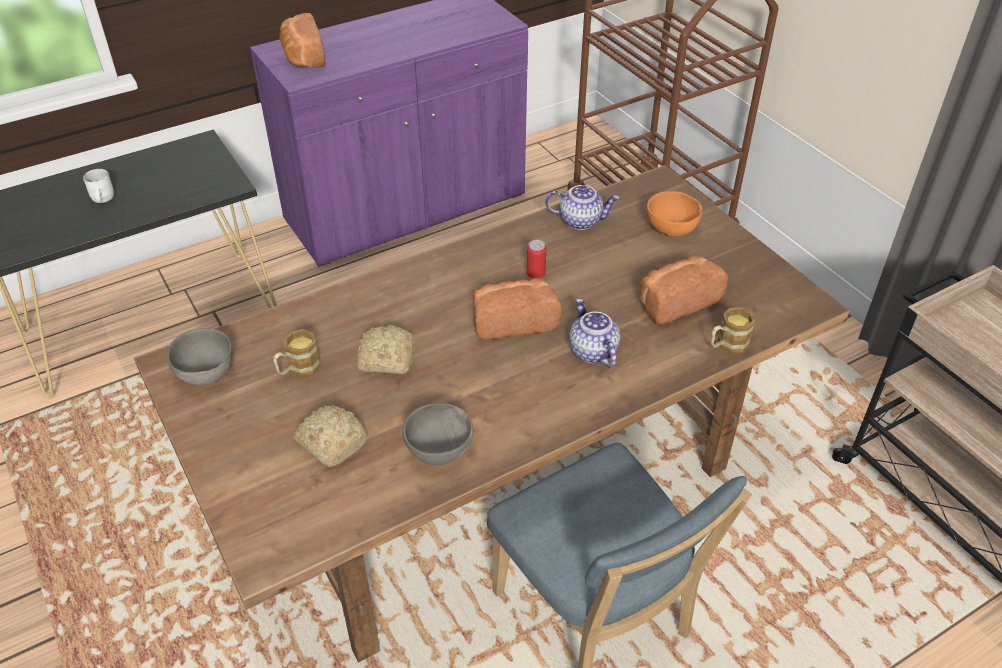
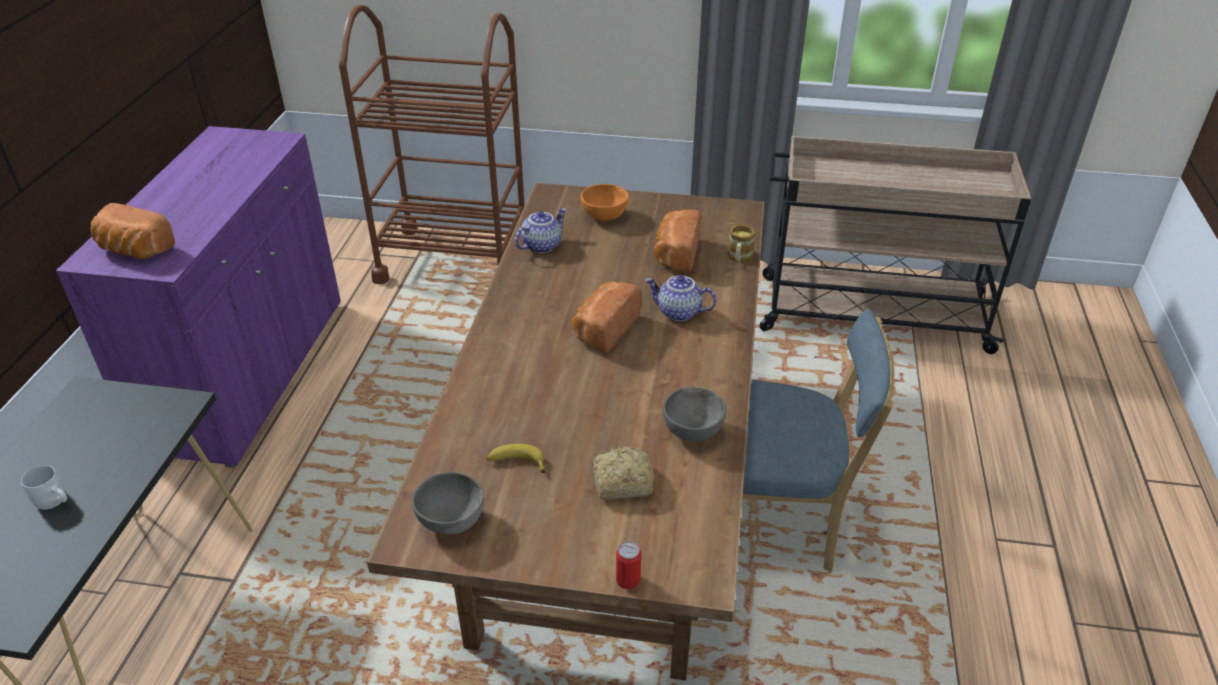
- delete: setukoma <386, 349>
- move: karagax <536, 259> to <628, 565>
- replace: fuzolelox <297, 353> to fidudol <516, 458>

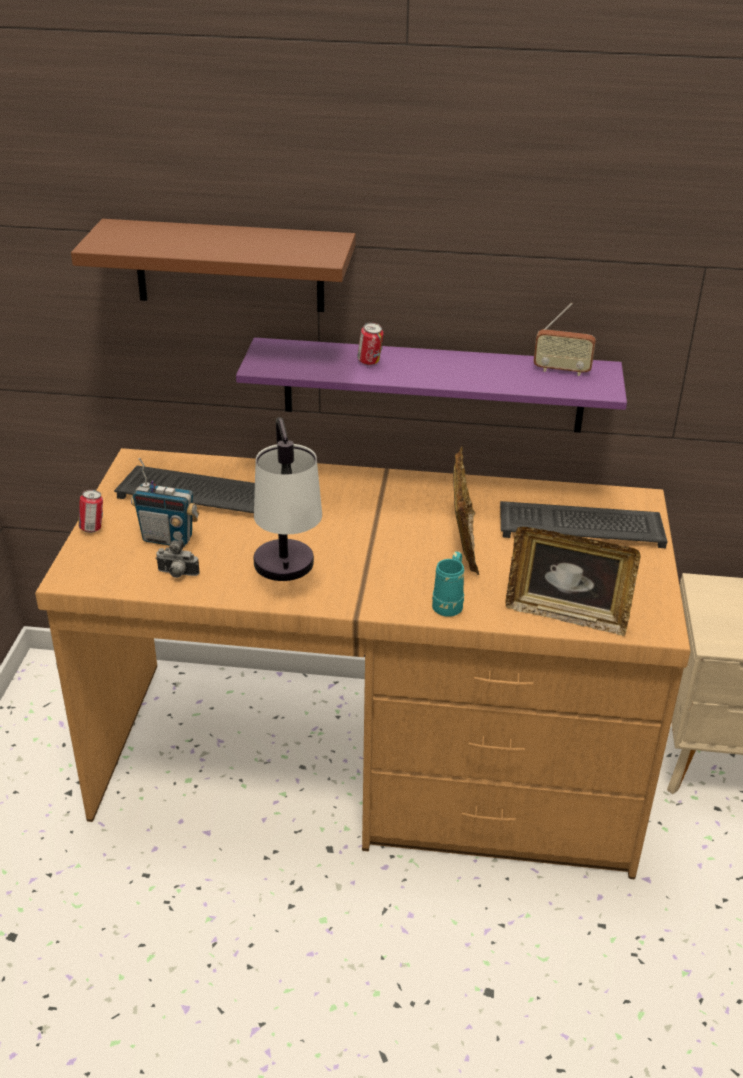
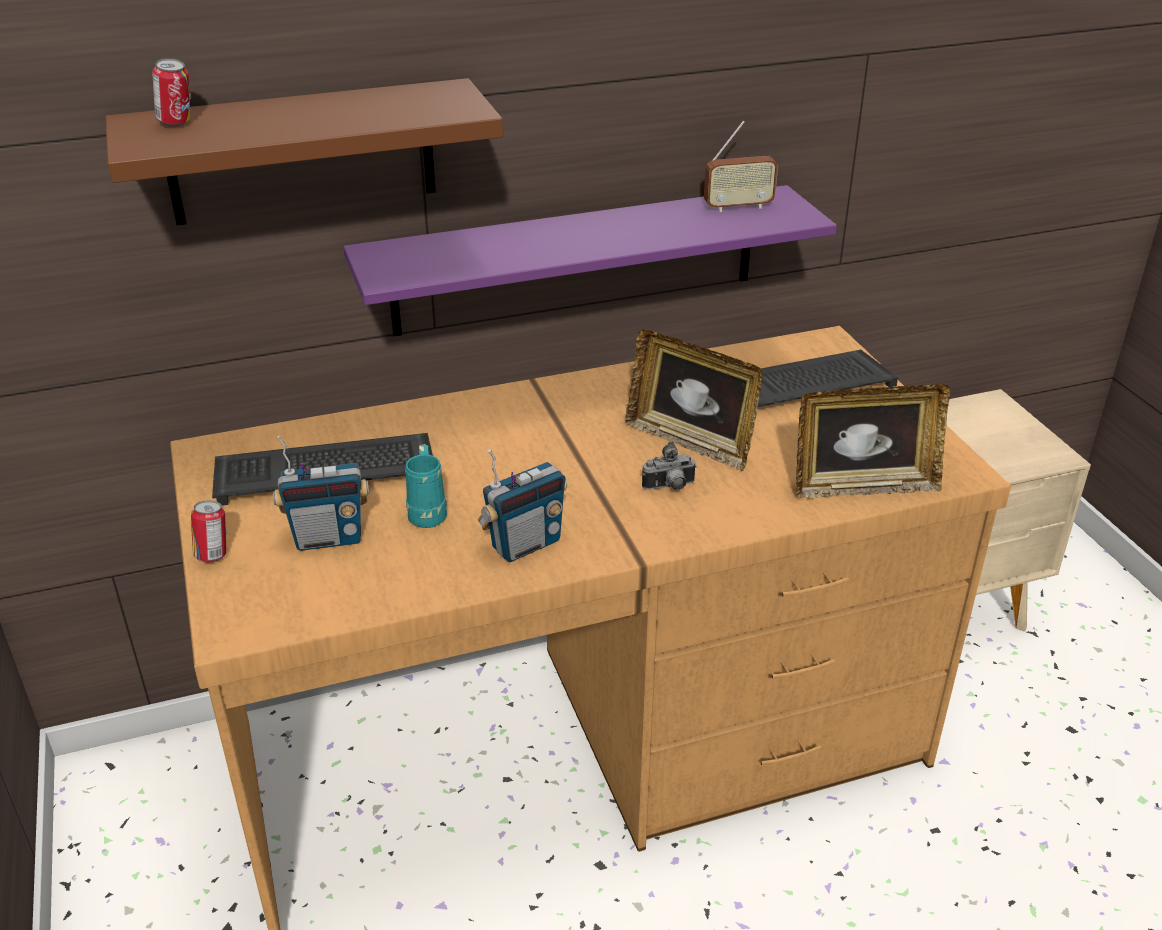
- move: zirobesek <177, 558> to <669, 466>
- move: karagax <370, 343> to <171, 92>
- move: fuzolelox (turquoise) <448, 584> to <426, 486>
- replace: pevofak <288, 499> to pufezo <522, 505>
- rotate: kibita <466, 510> = <694, 400> 150 degrees clockwise

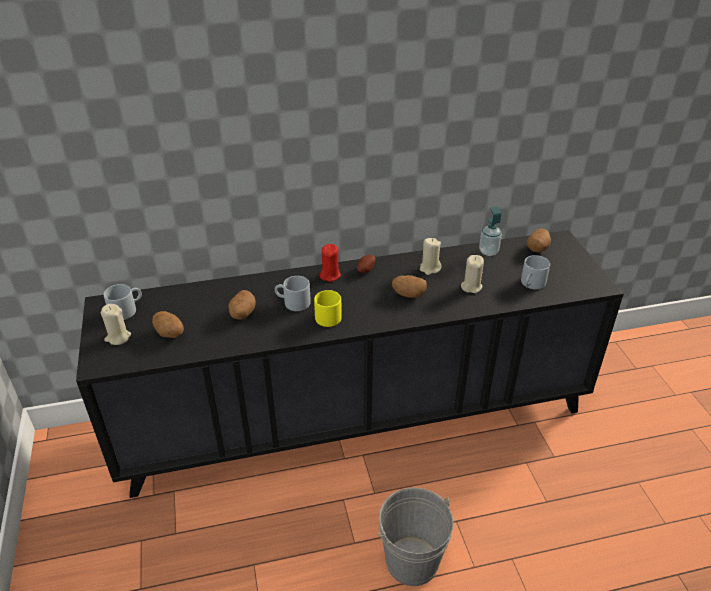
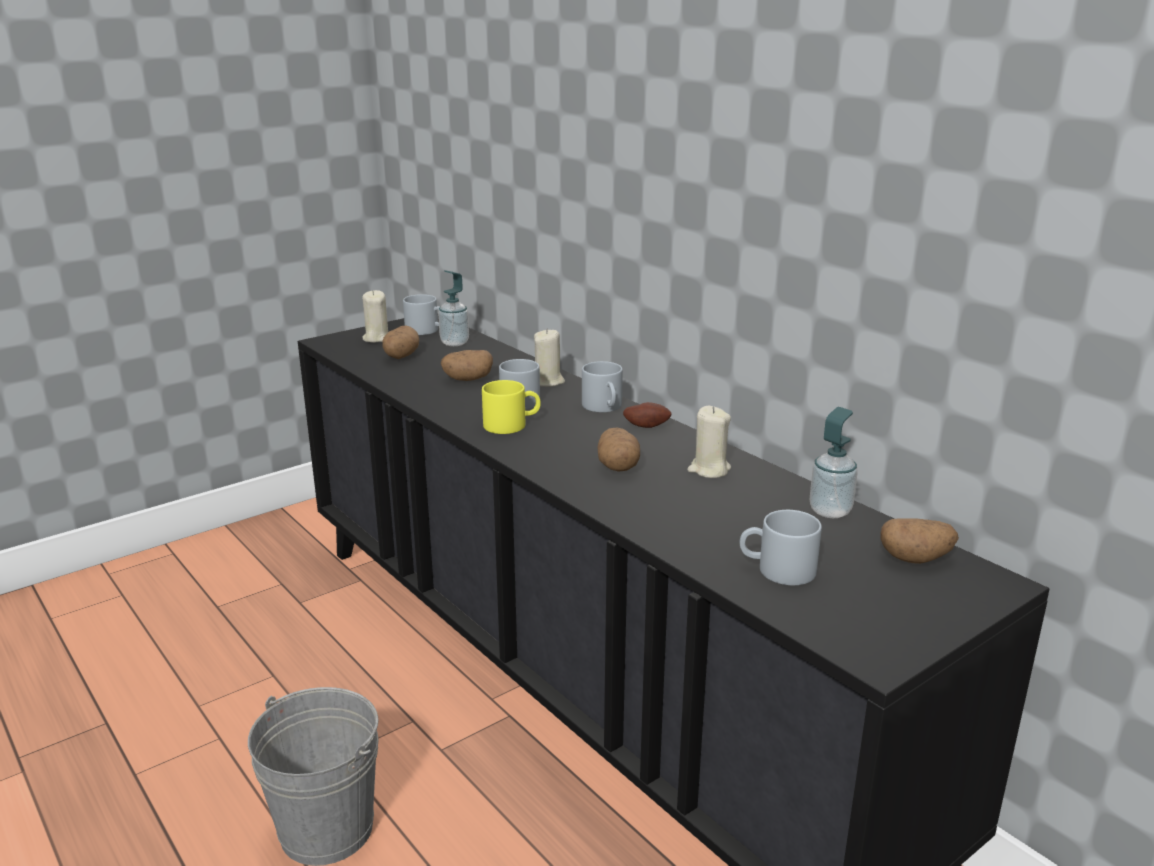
- insert: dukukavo <453, 308>
- move: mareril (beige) <472, 274> to <549, 357>
- replace: mareril (red) <330, 263> to fuzolelox (grey) <602, 386>

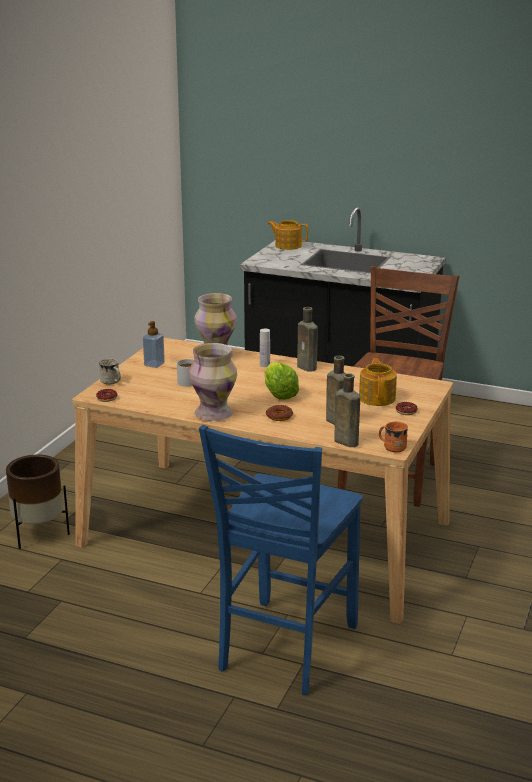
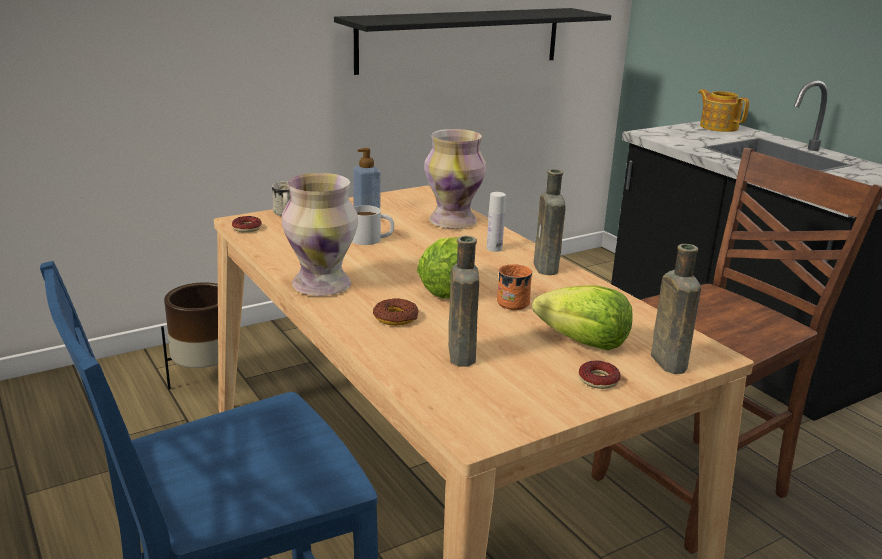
- insert: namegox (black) <472, 41>
- move: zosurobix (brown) <347, 410> to <676, 309>
- move: fuzolelox (orange) <393, 437> to <514, 287>
- replace: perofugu <378, 382> to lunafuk <582, 317>

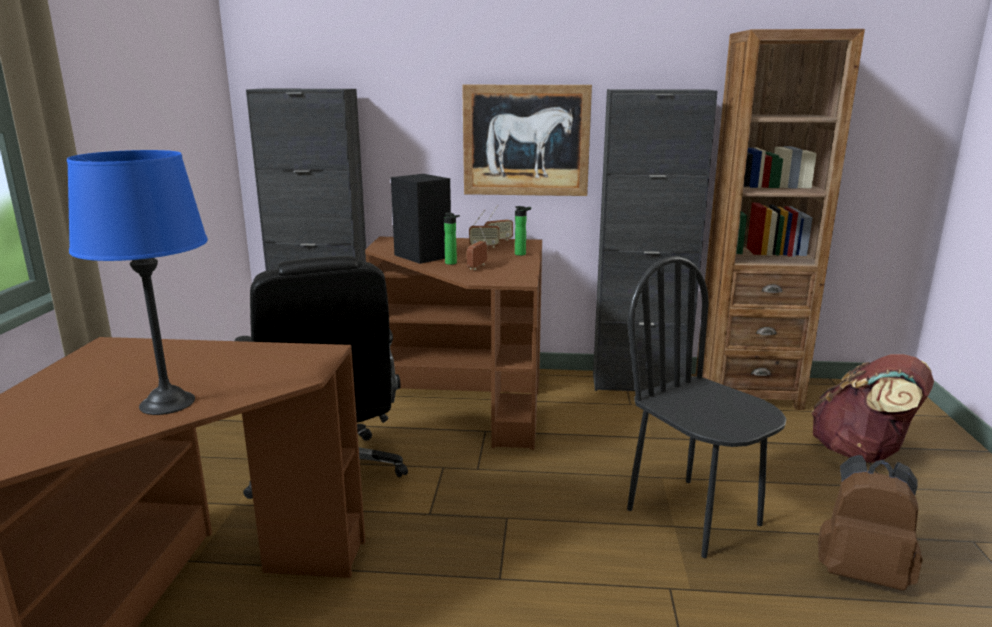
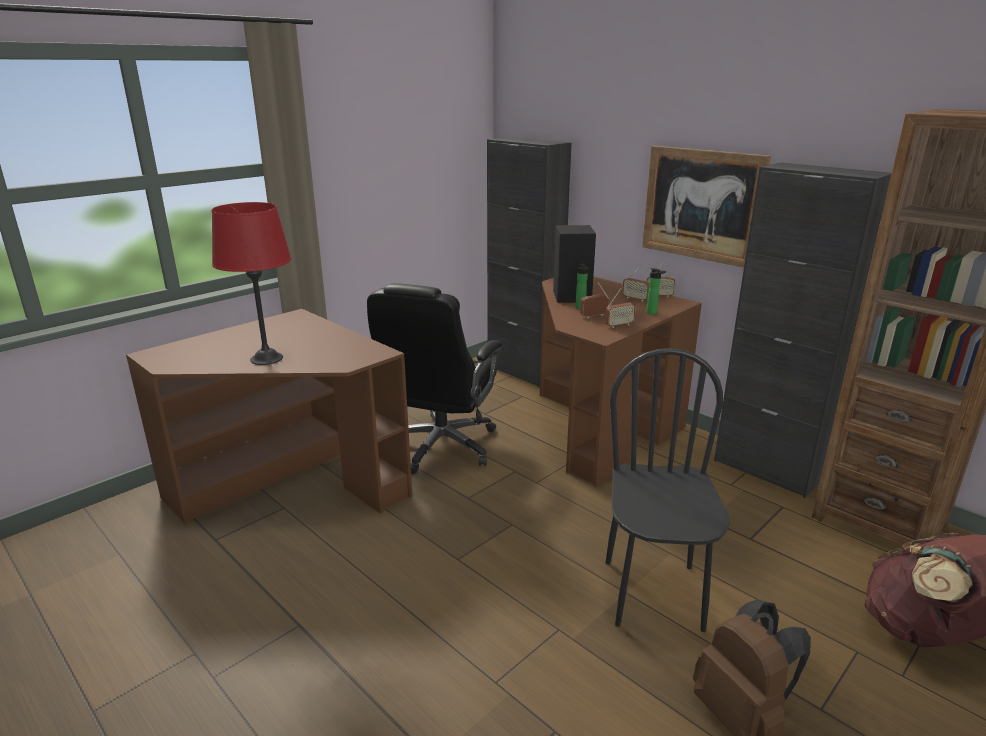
- insert: pufezo <620, 308>
- recolor: pevofak (blue) <137, 282> to pevofak (red) <251, 283>

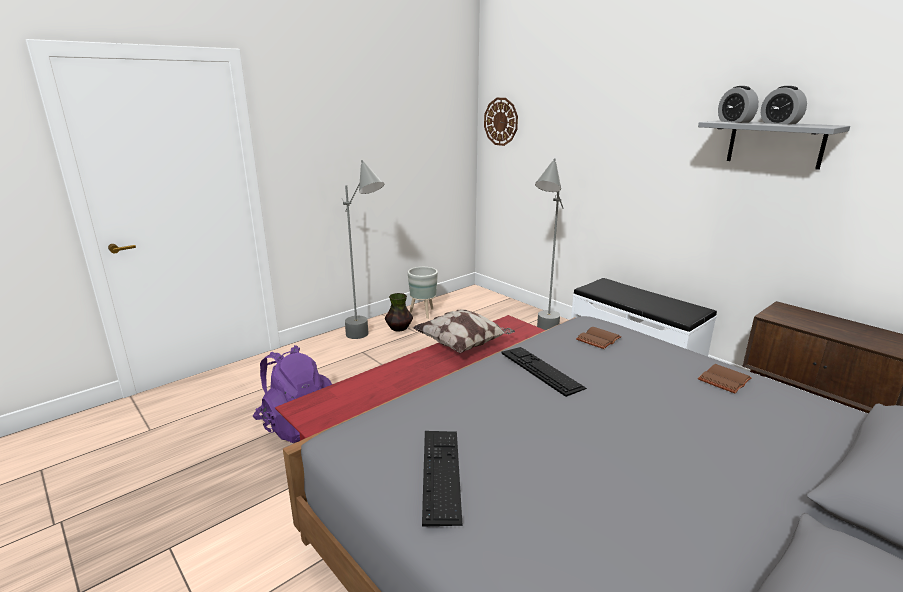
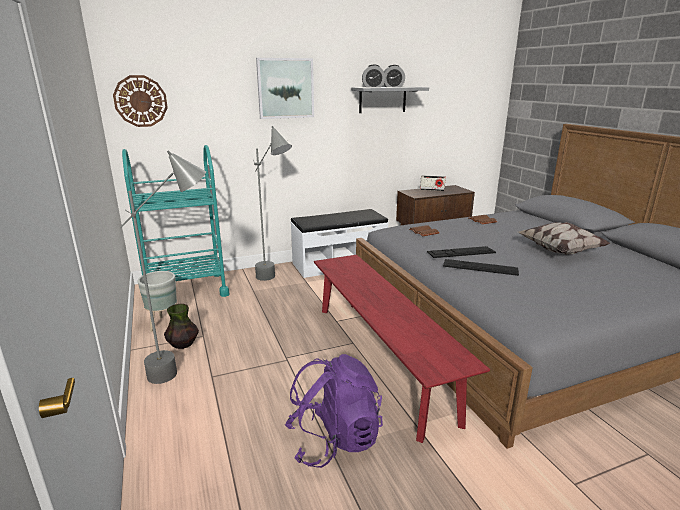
- insert: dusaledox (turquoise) <175, 226>
- insert: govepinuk <285, 88>
- insert: pufezo <433, 183>
- move: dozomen <464, 331> to <564, 238>
- move: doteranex <442, 479> to <481, 267>

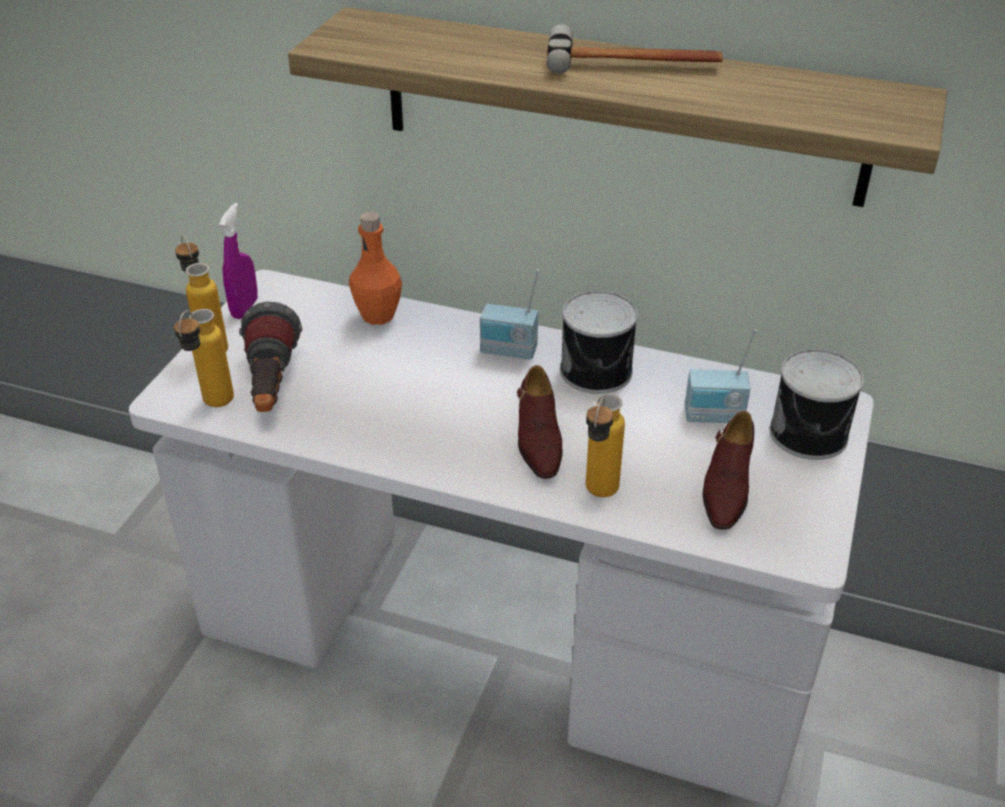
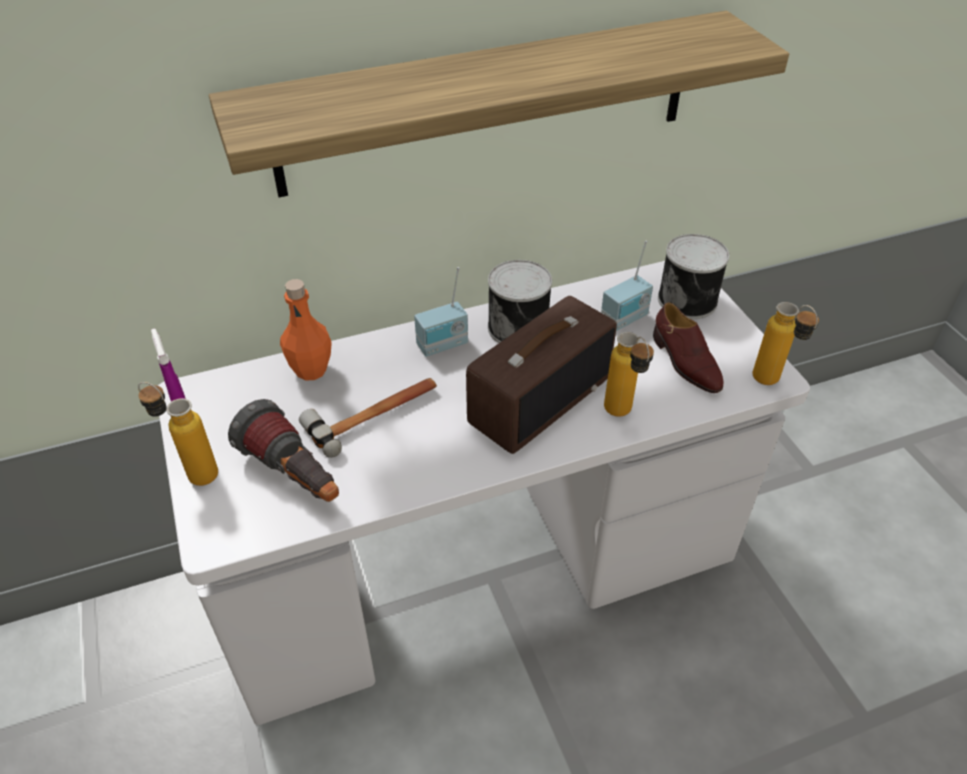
- move: zosurobix <204, 358> to <786, 343>
- move: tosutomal <635, 49> to <368, 418>
- replace: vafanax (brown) <540, 422> to pufezo <541, 375>

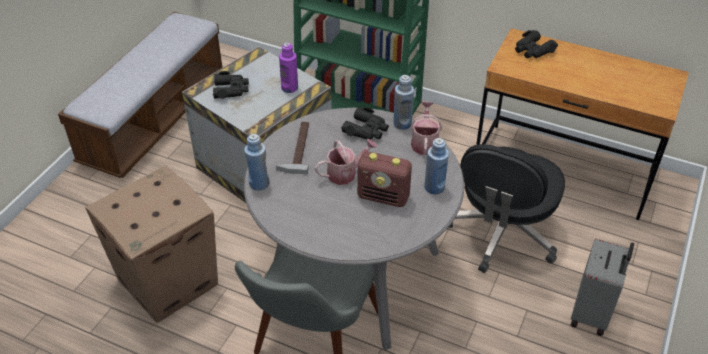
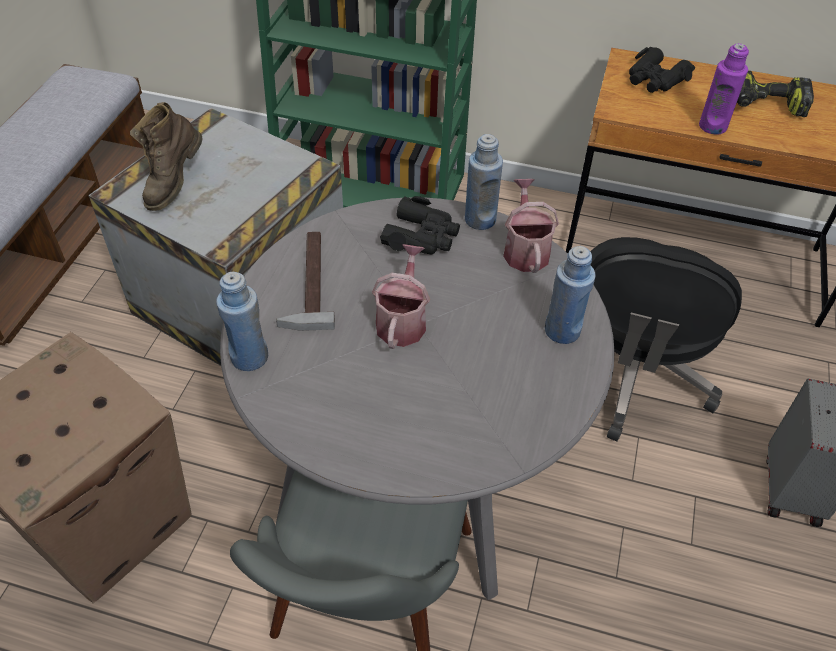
- delete: pufezo <384, 179>
- insert: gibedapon <775, 94>
- move: zosurobix (purple) <288, 68> to <724, 89>
- replace: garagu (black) <231, 85> to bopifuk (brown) <166, 156>
- rotate: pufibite <346, 162> = <401, 296> 45 degrees counterclockwise

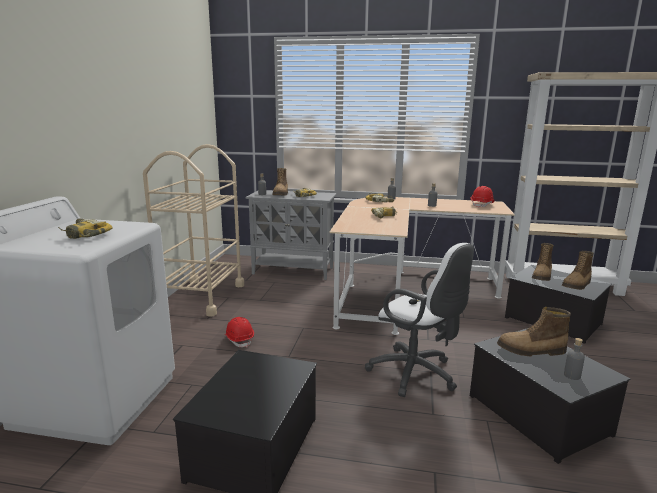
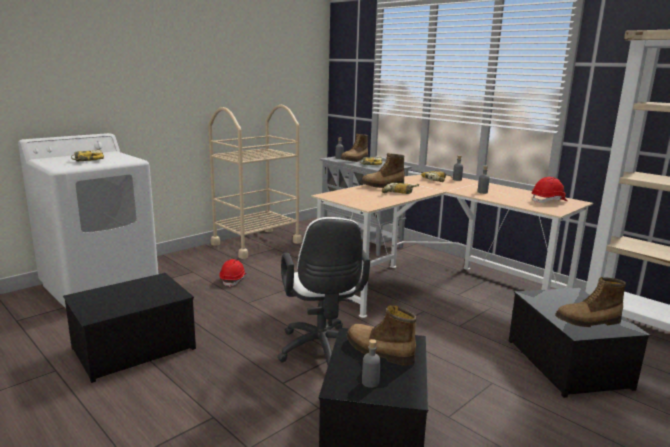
- move: bopifuk <543, 262> to <382, 170>

